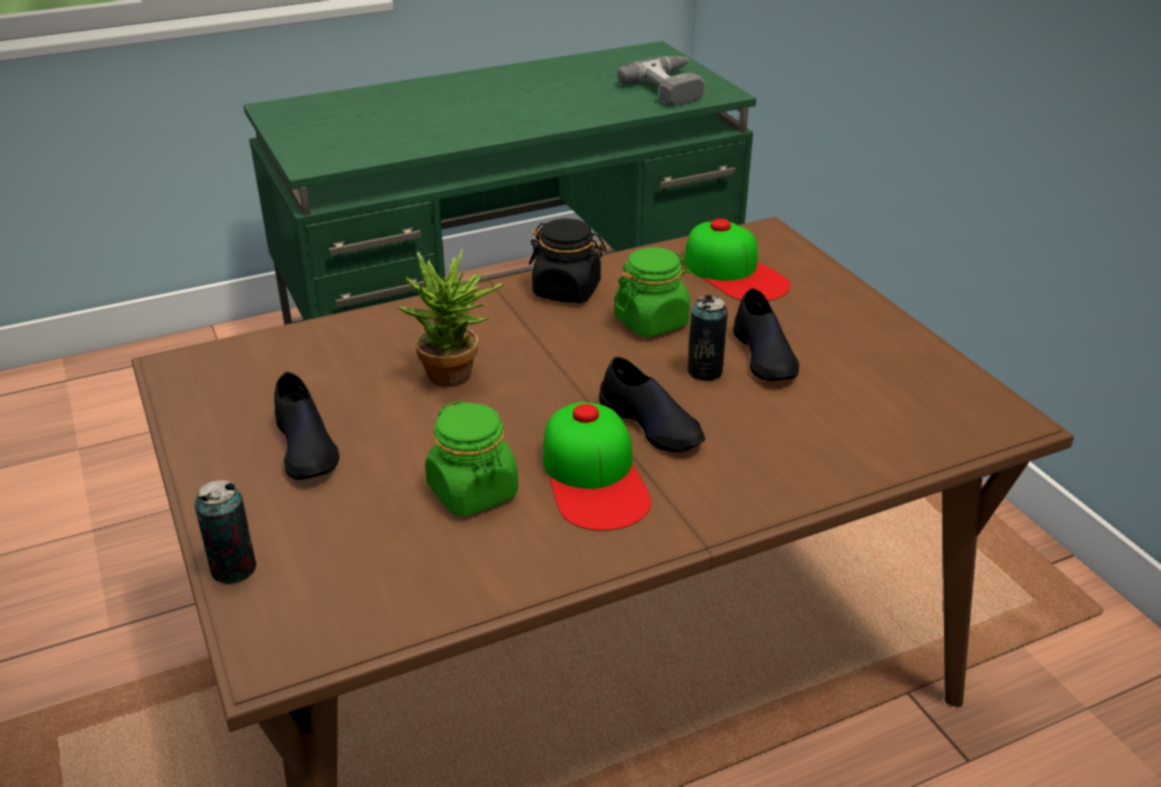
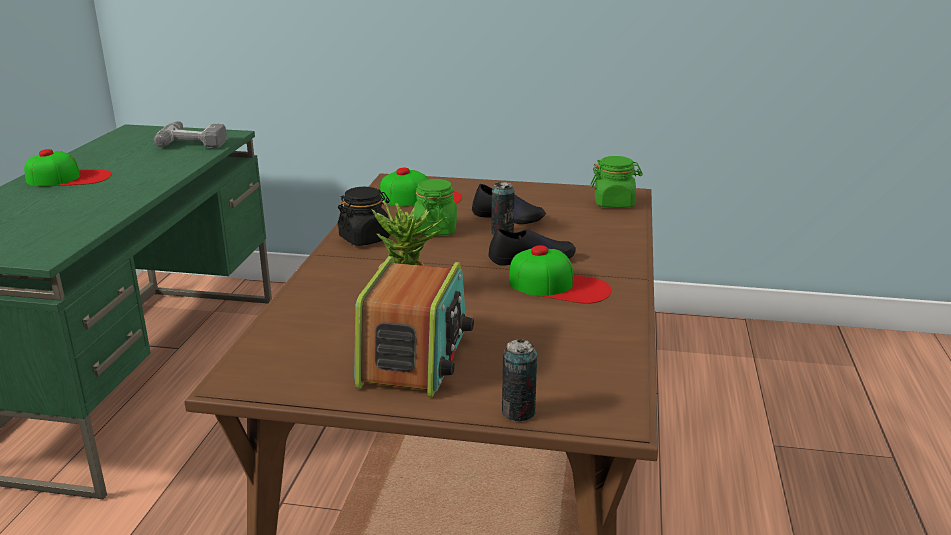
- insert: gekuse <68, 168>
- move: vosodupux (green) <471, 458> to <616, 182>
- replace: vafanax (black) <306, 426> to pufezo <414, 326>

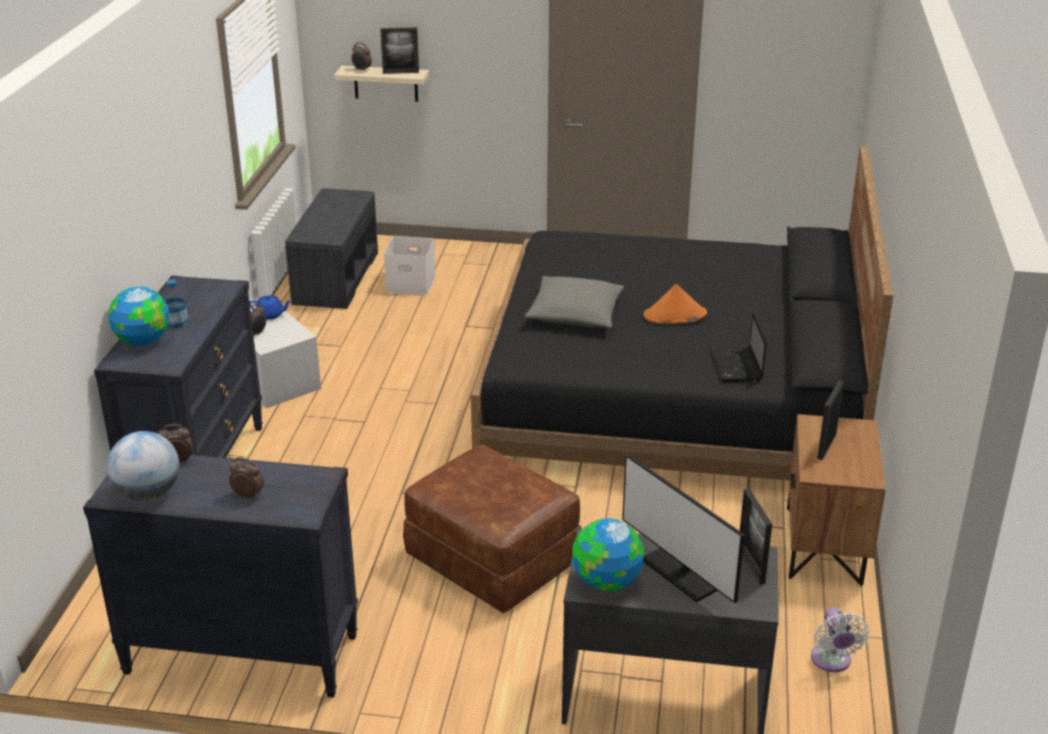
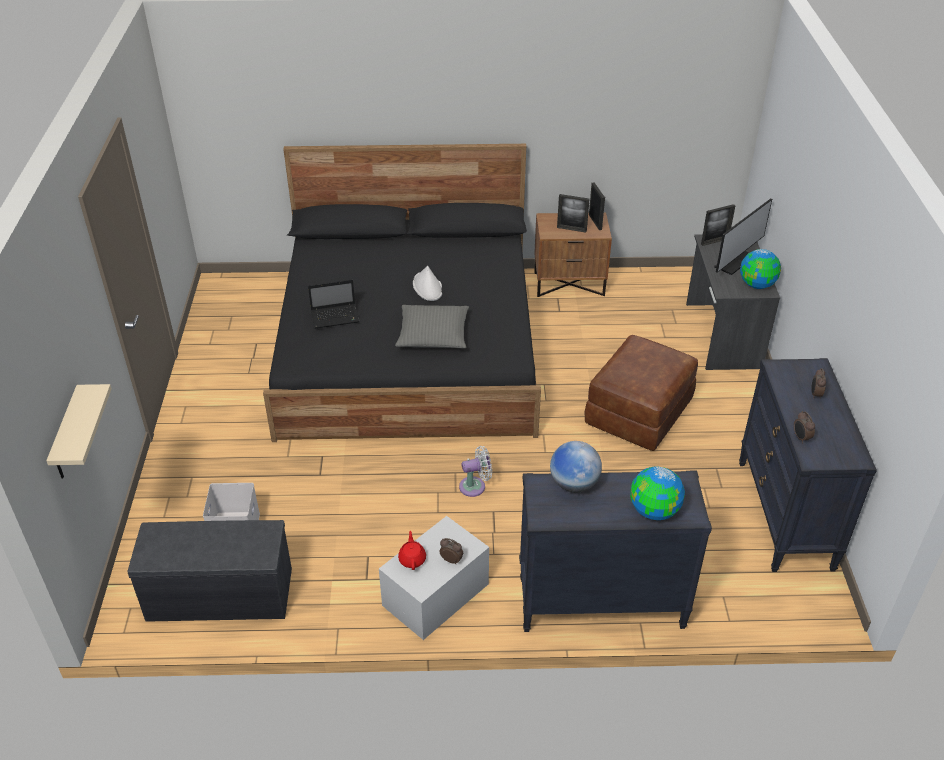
- delete: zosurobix <176, 304>
- delete: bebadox <361, 57>
- move: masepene <143, 466> to <576, 466>
- move: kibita <399, 50> to <597, 206>
- move: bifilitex <739, 347> to <334, 304>
- move: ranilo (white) <840, 639> to <475, 471>
- recolor: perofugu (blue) <270, 307> to perofugu (red) <412, 550>
- recolor: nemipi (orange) <675, 304> to nemipi (white) <427, 283>

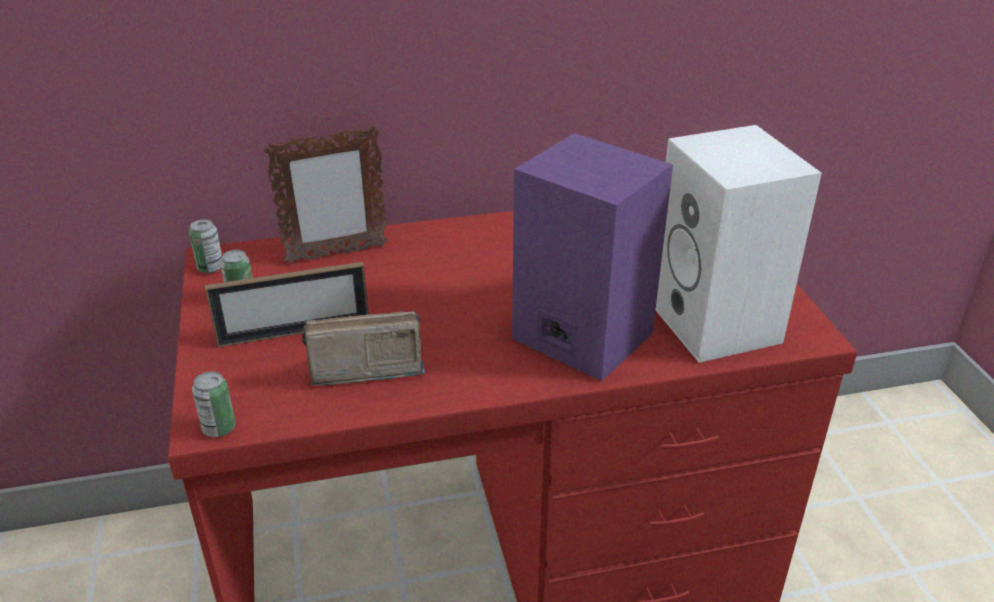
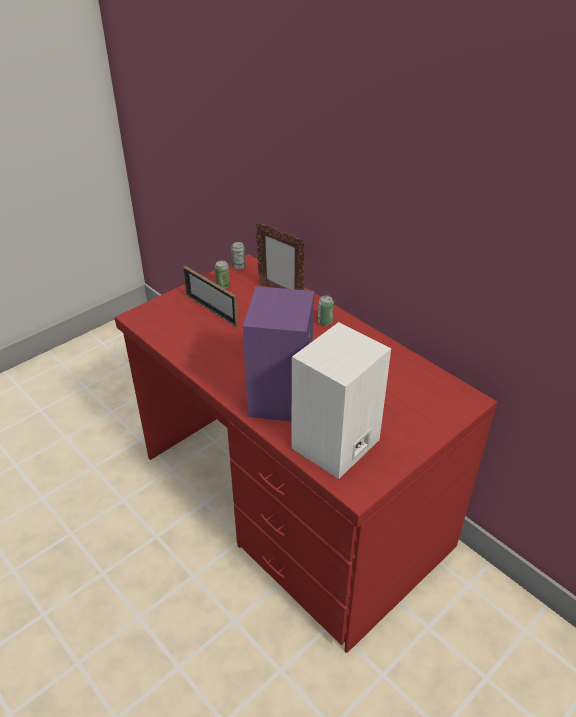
- delete: pufezo <363, 348>
- move: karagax <214, 404> to <326, 310>

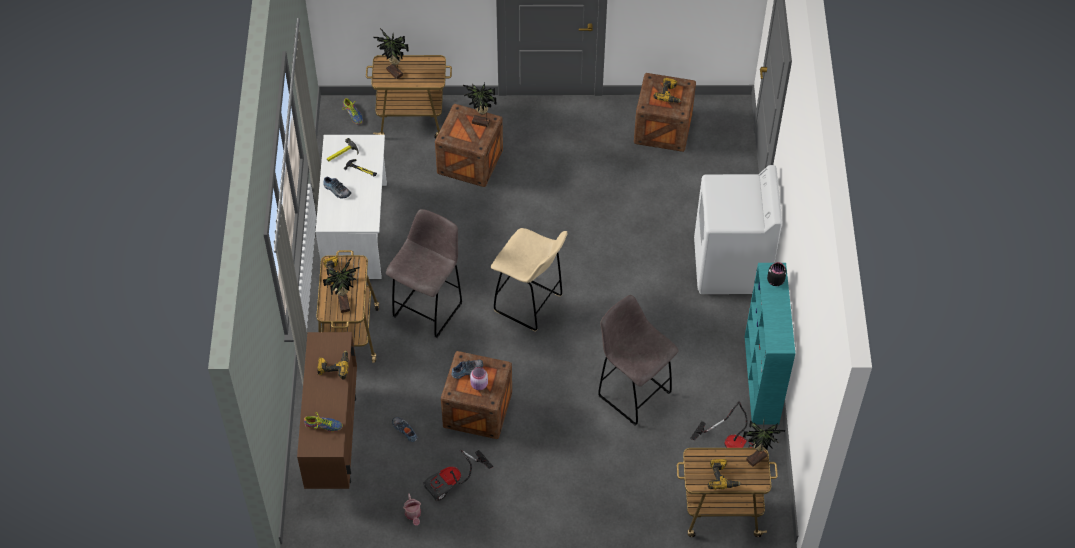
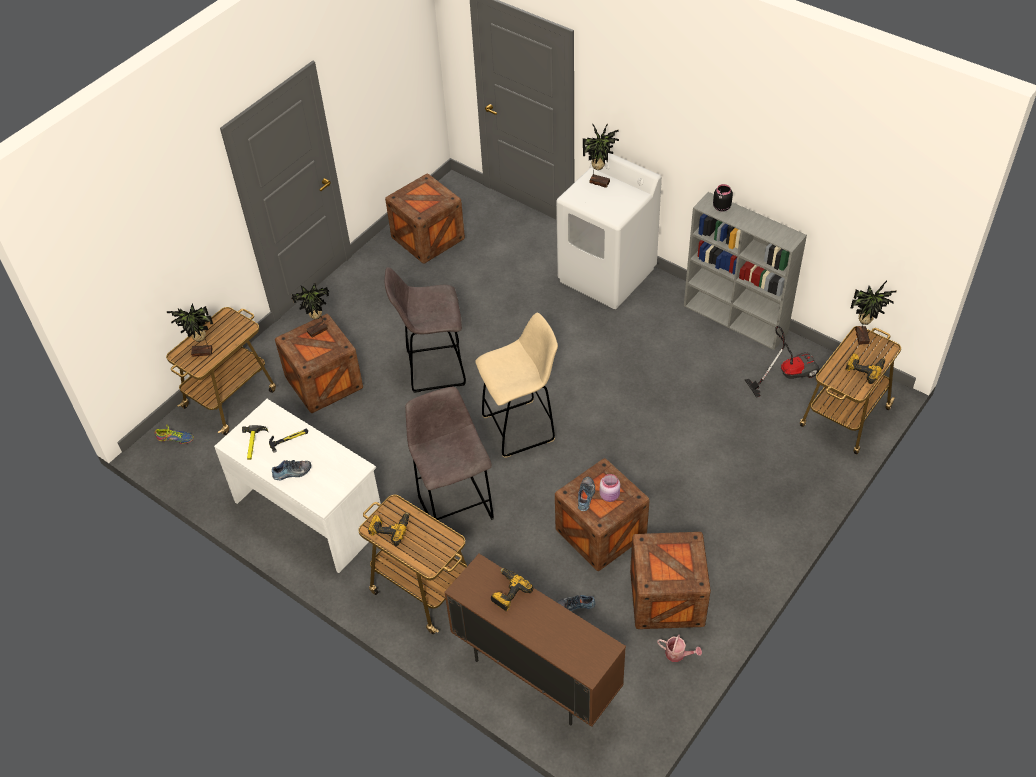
- delete: vafanax <323, 422>
- delete: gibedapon <667, 90>
- move: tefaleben <341, 285> to <601, 155>
- move: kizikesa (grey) <638, 360> to <425, 330>
- replace: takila <458, 475> to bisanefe <670, 580>
- recolor: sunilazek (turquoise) <770, 344> to sunilazek (grey) <745, 271>

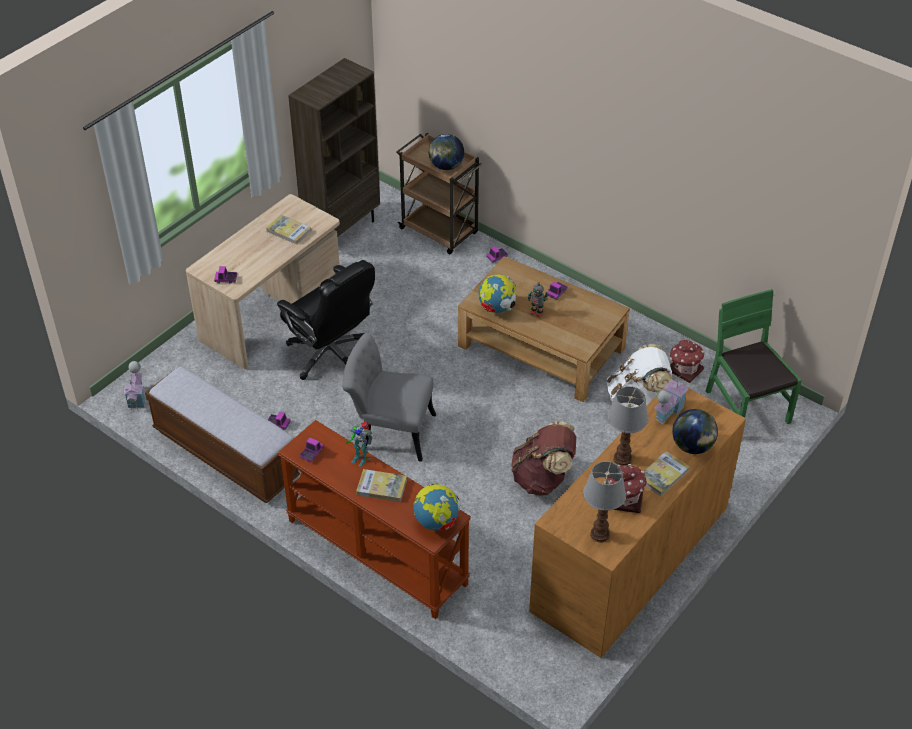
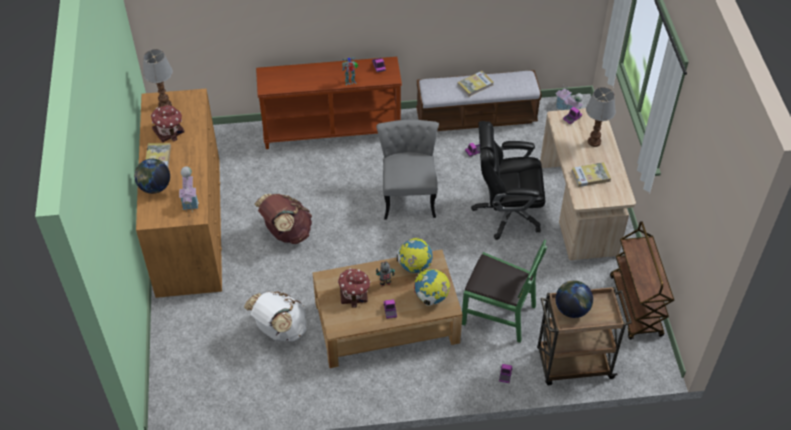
- move: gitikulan <381, 485> to <475, 84>
- move: masepene <437, 507> to <432, 287>
- move: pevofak <627, 425> to <601, 117>
- move: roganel <687, 361> to <354, 288>
- move: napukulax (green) <754, 356> to <504, 291>
- replace: sunilazek (brown) <334, 147> to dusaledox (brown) <642, 280>
- rotate: napukulax (grey) <389, 397> = <407, 170> 60 degrees counterclockwise

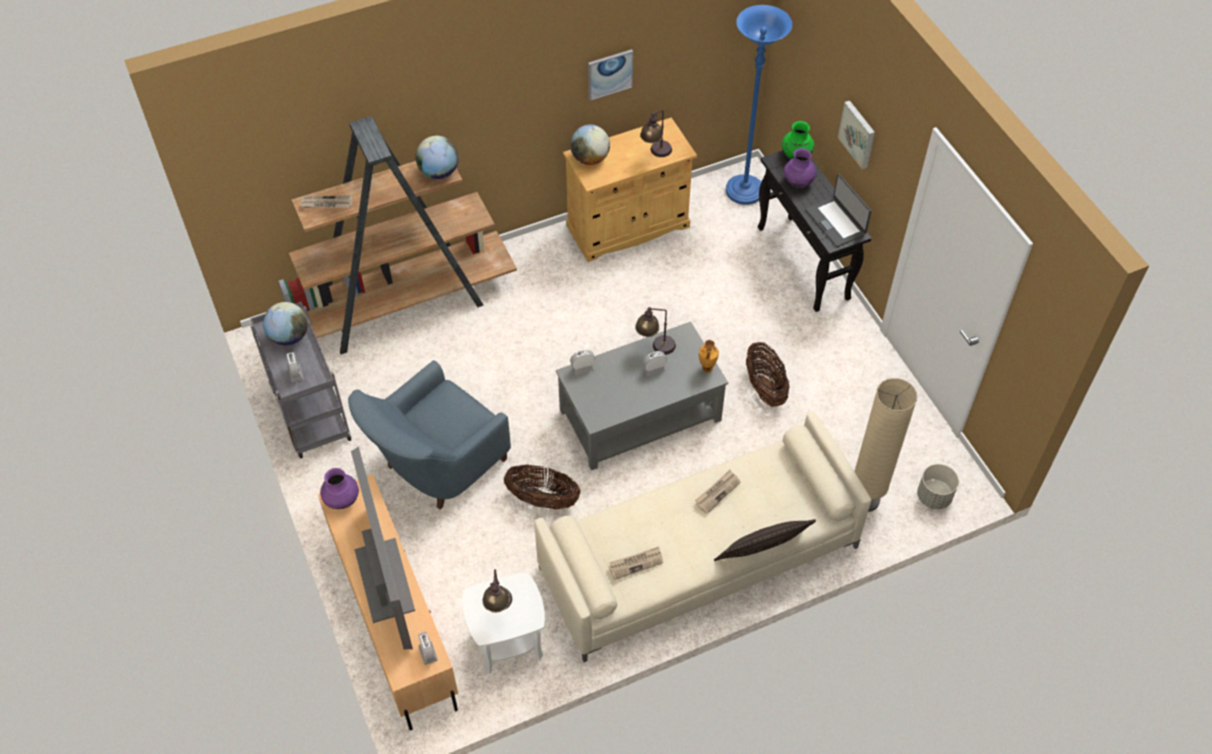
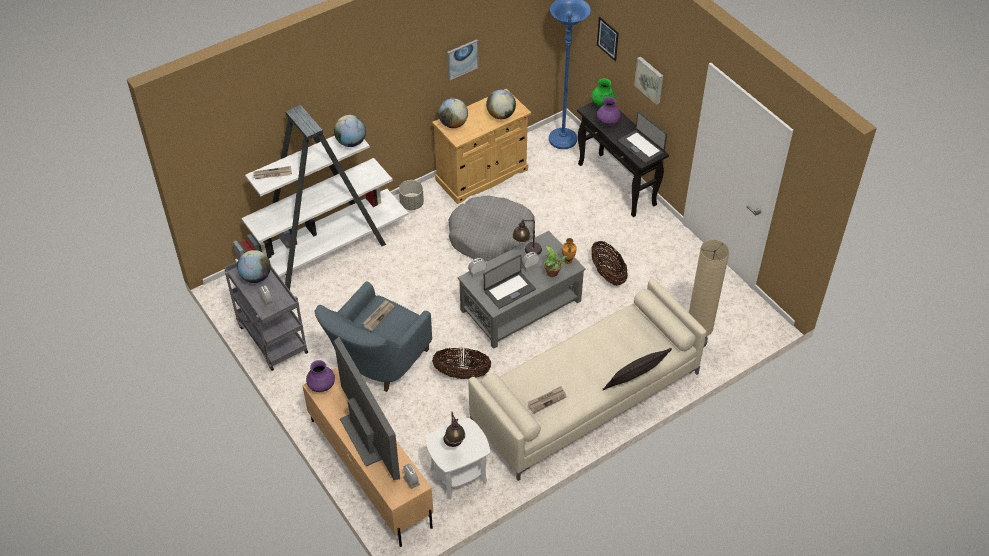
- insert: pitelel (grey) <492, 228>
- insert: bifilitex <510, 281>
- insert: tefaleben <555, 261>
- insert: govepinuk <608, 39>
- move: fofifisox <718, 492> to <378, 315>
- move: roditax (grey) <938, 486> to <411, 195>
- replace: pevofak <656, 133> to masepene <501, 104>
- recolor: sunilazek (brown) <398, 235> to sunilazek (white) <321, 197>

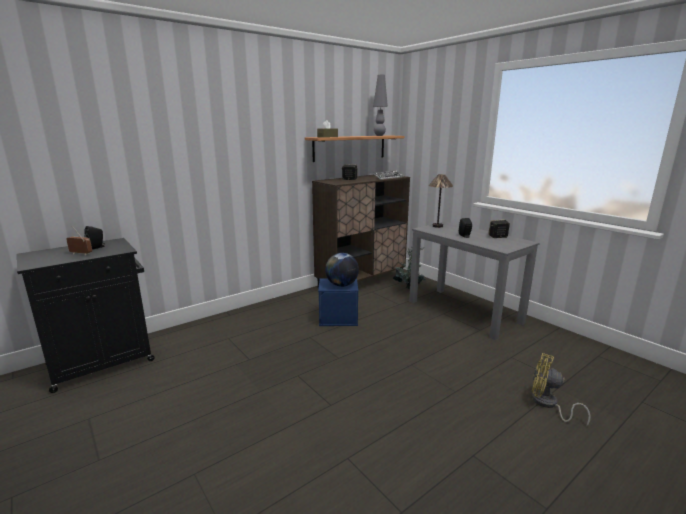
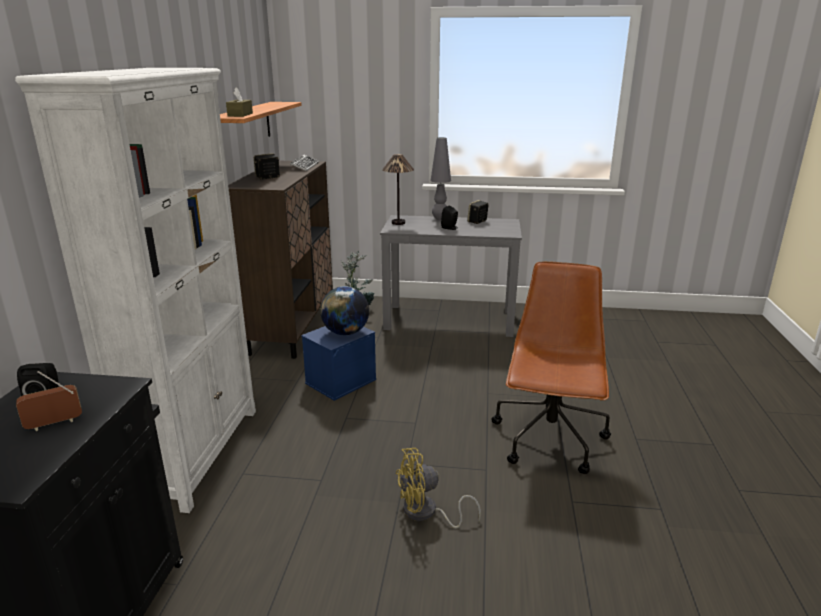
- insert: sunilazek (white) <135, 290>
- insert: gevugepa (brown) <551, 367>
- move: pevofak (grey) <380, 105> to <440, 178>
- move: ranilo (yellow) <561, 390> to <438, 488>

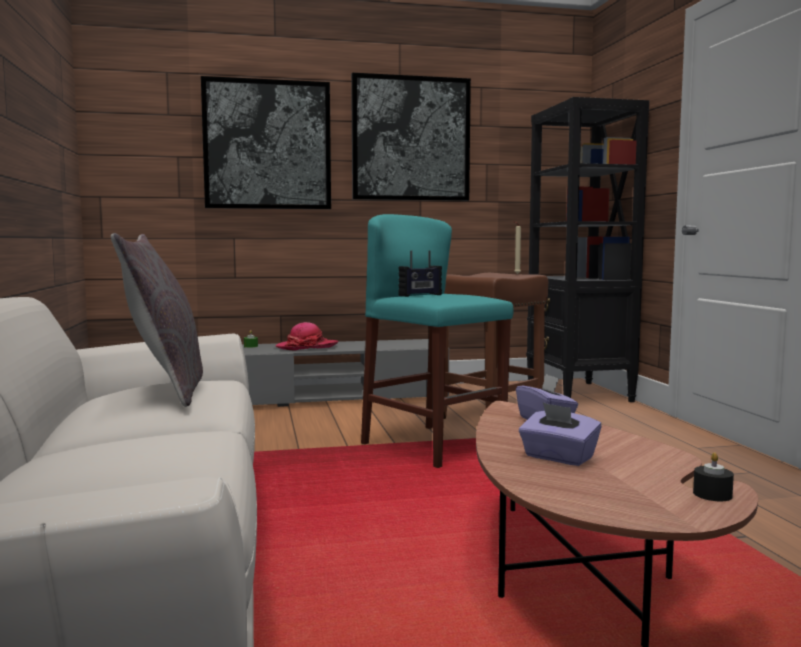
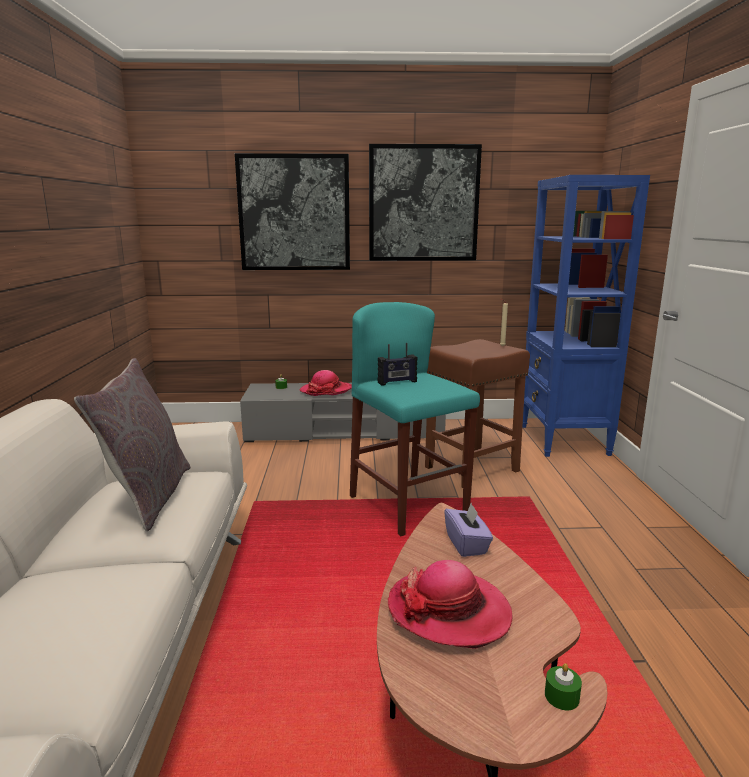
- replace: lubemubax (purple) <560, 434> to nemipi <450, 604>
- recolor: sunilazek (black) <587, 249> to sunilazek (blue) <586, 316>
- recolor: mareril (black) <713, 477> to mareril (green) <563, 686>

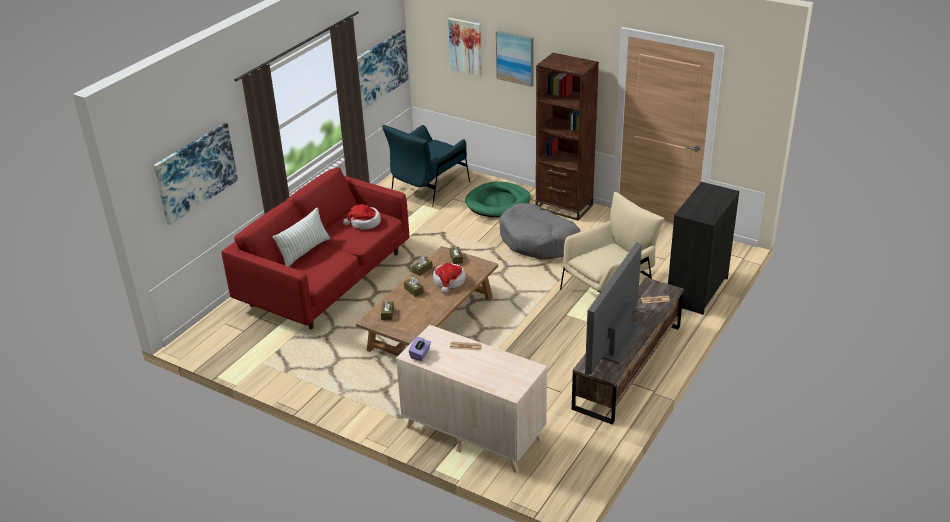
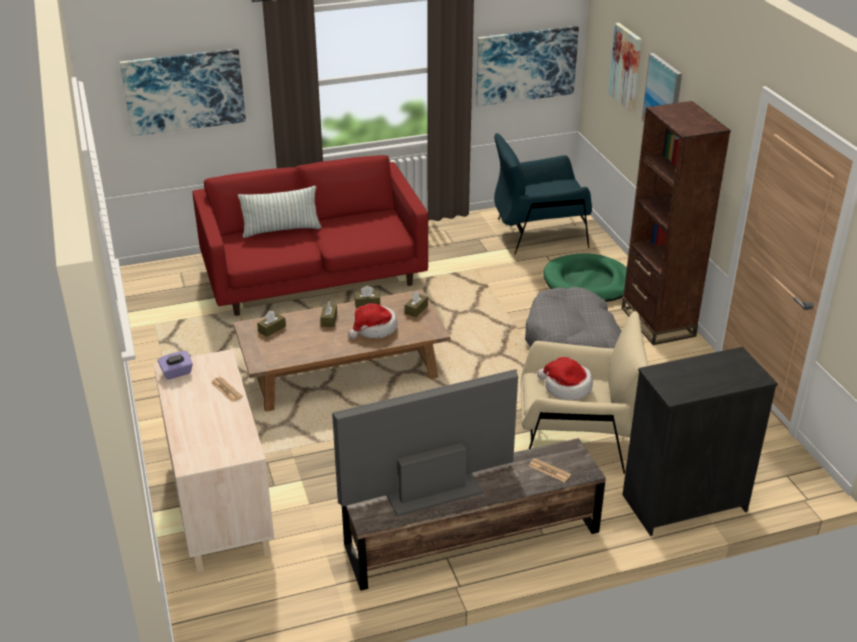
- move: nemipi <362, 217> to <565, 378>

